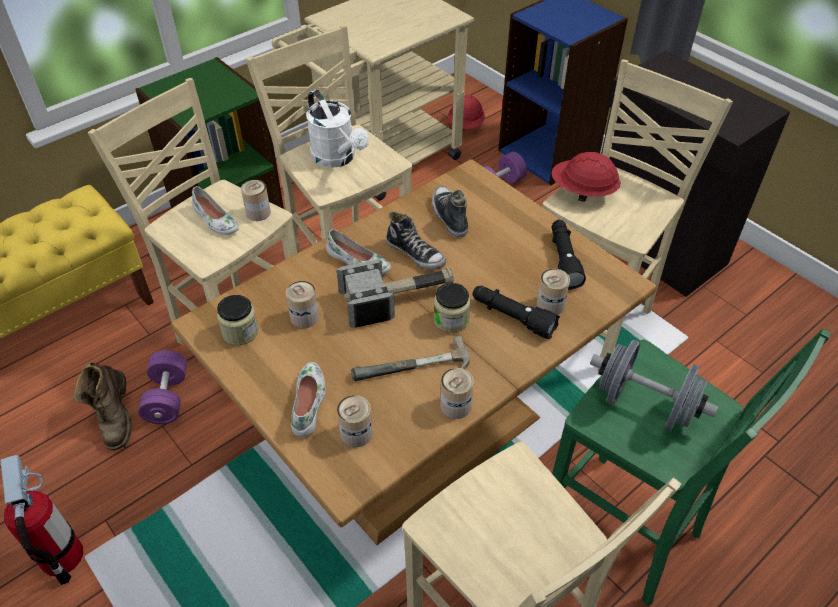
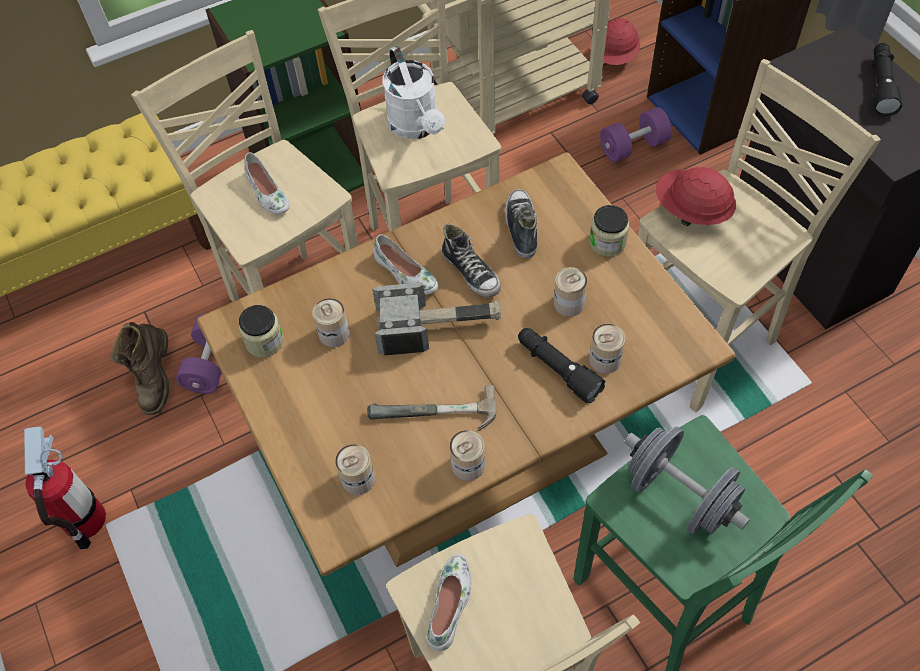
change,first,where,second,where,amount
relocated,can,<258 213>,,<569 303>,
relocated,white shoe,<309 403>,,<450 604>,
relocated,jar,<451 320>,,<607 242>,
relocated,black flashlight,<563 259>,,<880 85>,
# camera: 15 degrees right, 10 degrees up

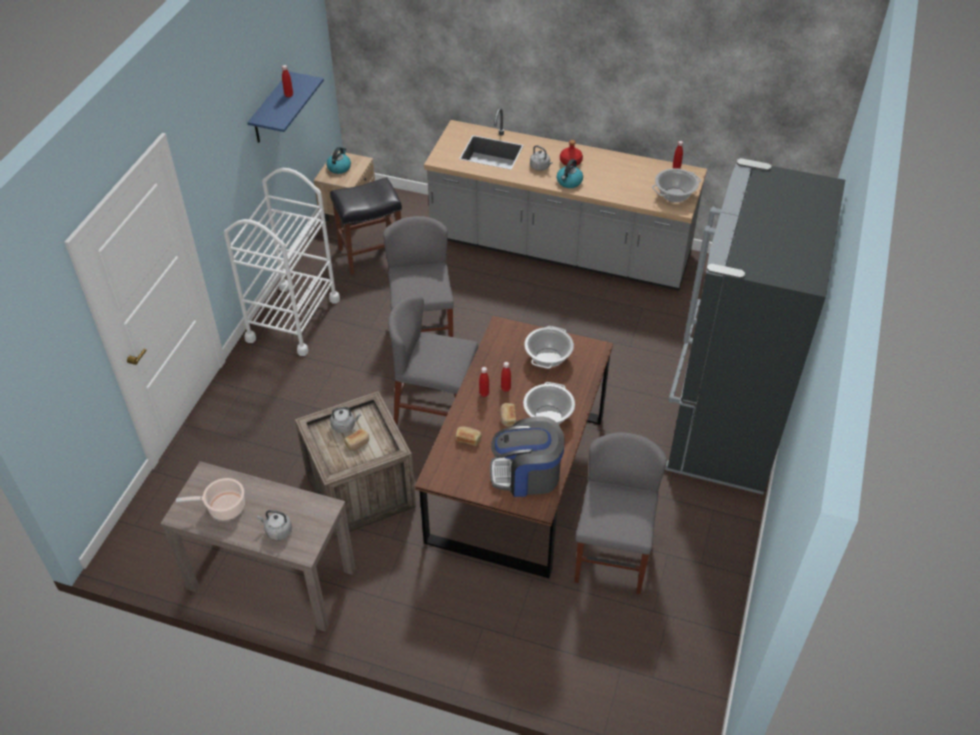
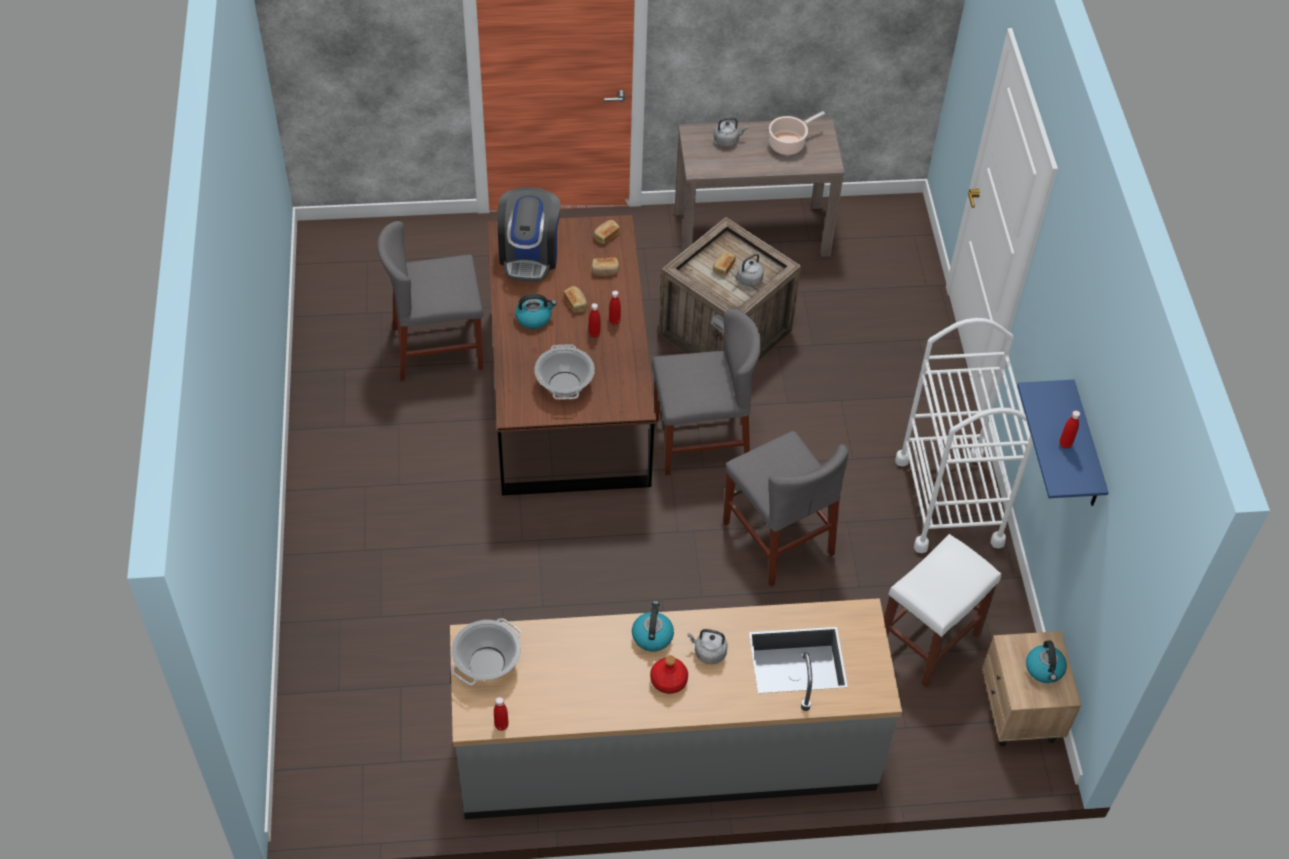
change,first,where,second,where,amount
missing,black fridge,<722 426>,,,
appeared,,,bread,<606 235>,
exchanged,cooking pot,<548 416>,kettle,<534 318>,
colour,black stool,<372 253>,white stool,<928 642>,
spun,coffee machine,<527 474>,,<529 255>,120 degrees clockwise
spun,grey chair,<612 556>,,<438 348>,90 degrees clockwise
# camera: 155 degrees right, 5 degrees up

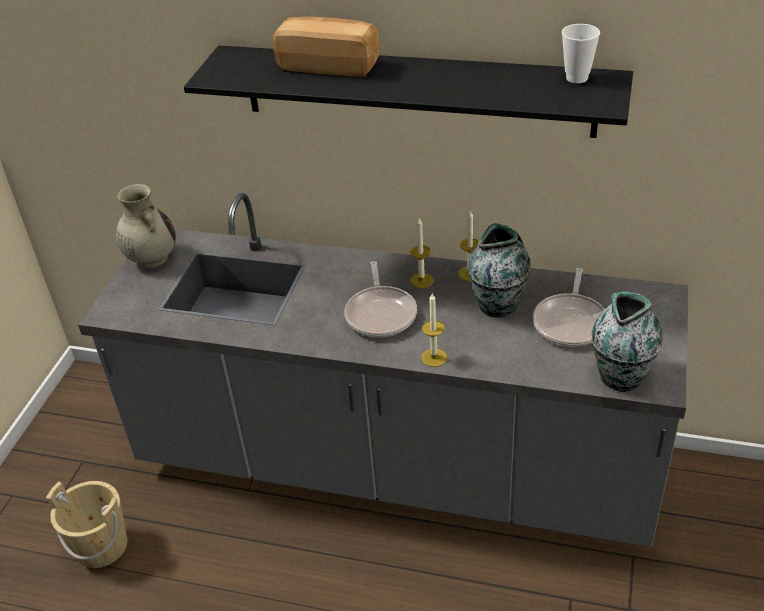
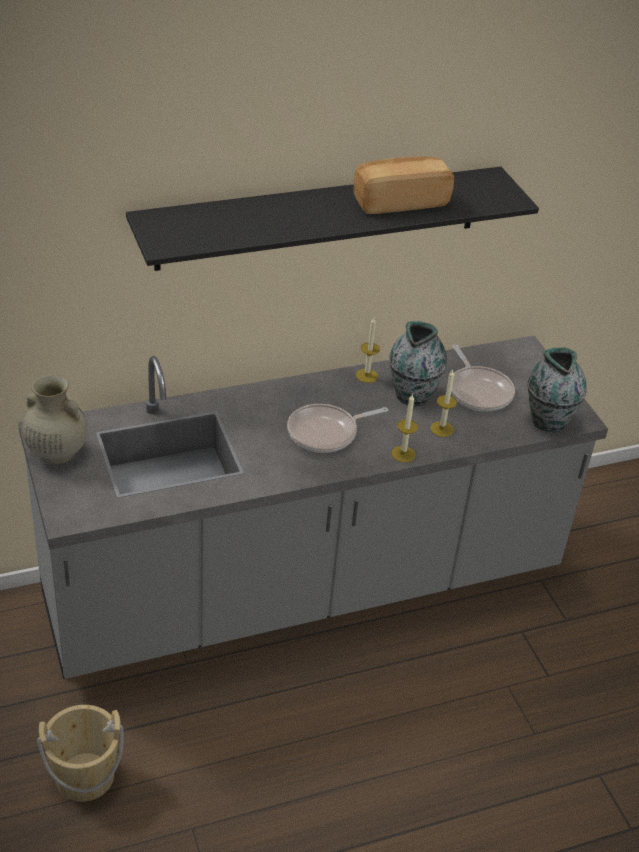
change,first,where,second,where,amount
missing,cup,<577 78>,,,
relocated,bread,<329 65>,,<400 201>,
relocated,candle,<421 280>,,<442 429>,
spun,frying pan,<381 313>,,<326 433>,105 degrees clockwise
# camera: 40 degrees left, 0 degrees up

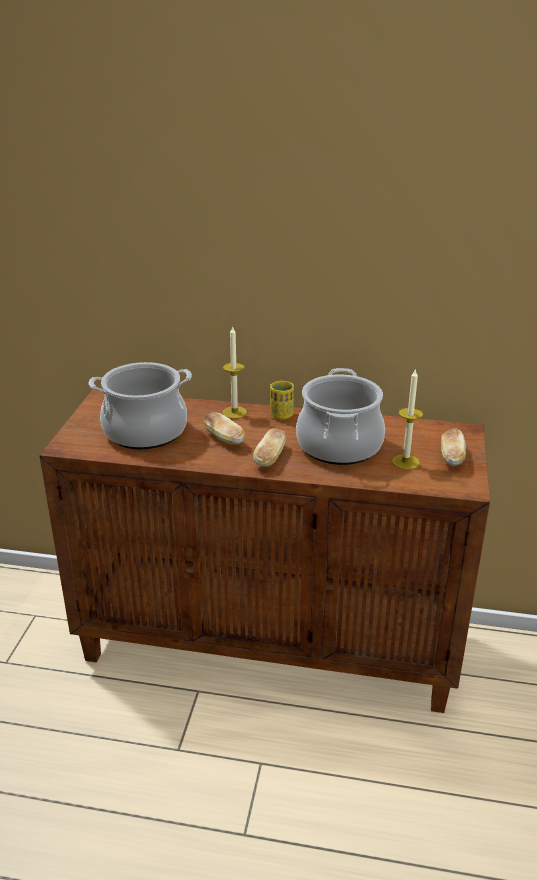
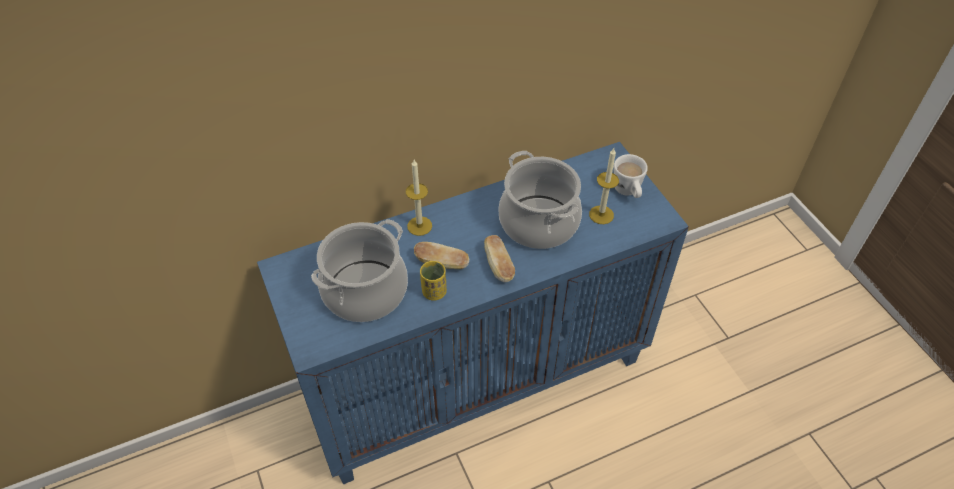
change,first,where,second,where,amount
relocated,yellow cup,<281 415>,,<434 292>,
exchanged,bread,<451 457>,white mug,<628 192>,
colour,brown cabinet,<271 645>,blue cabinet,<477 378>,
# camera: 35 degrees left, 20 degrees up

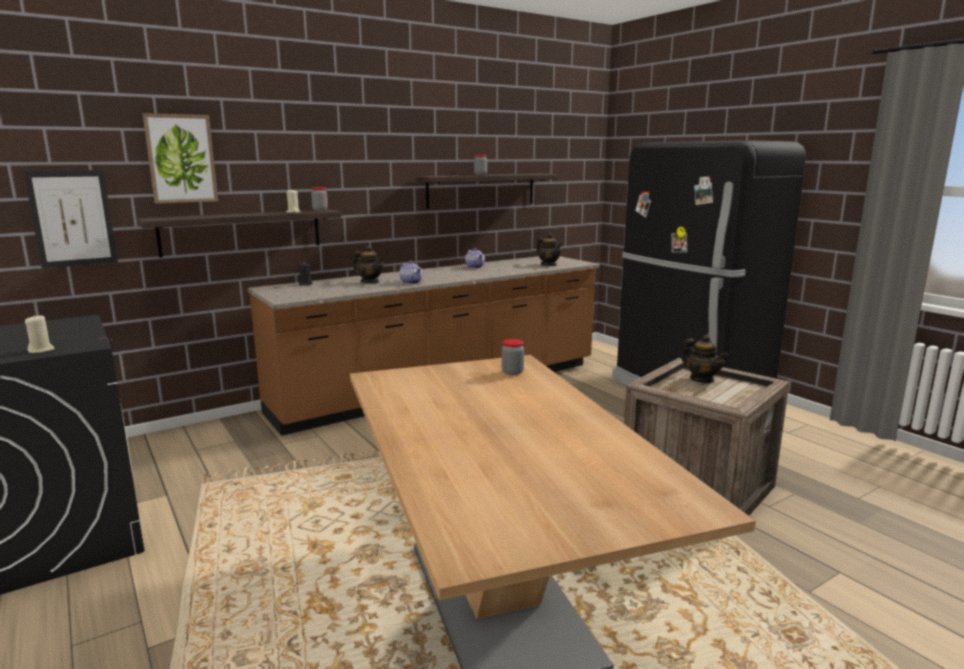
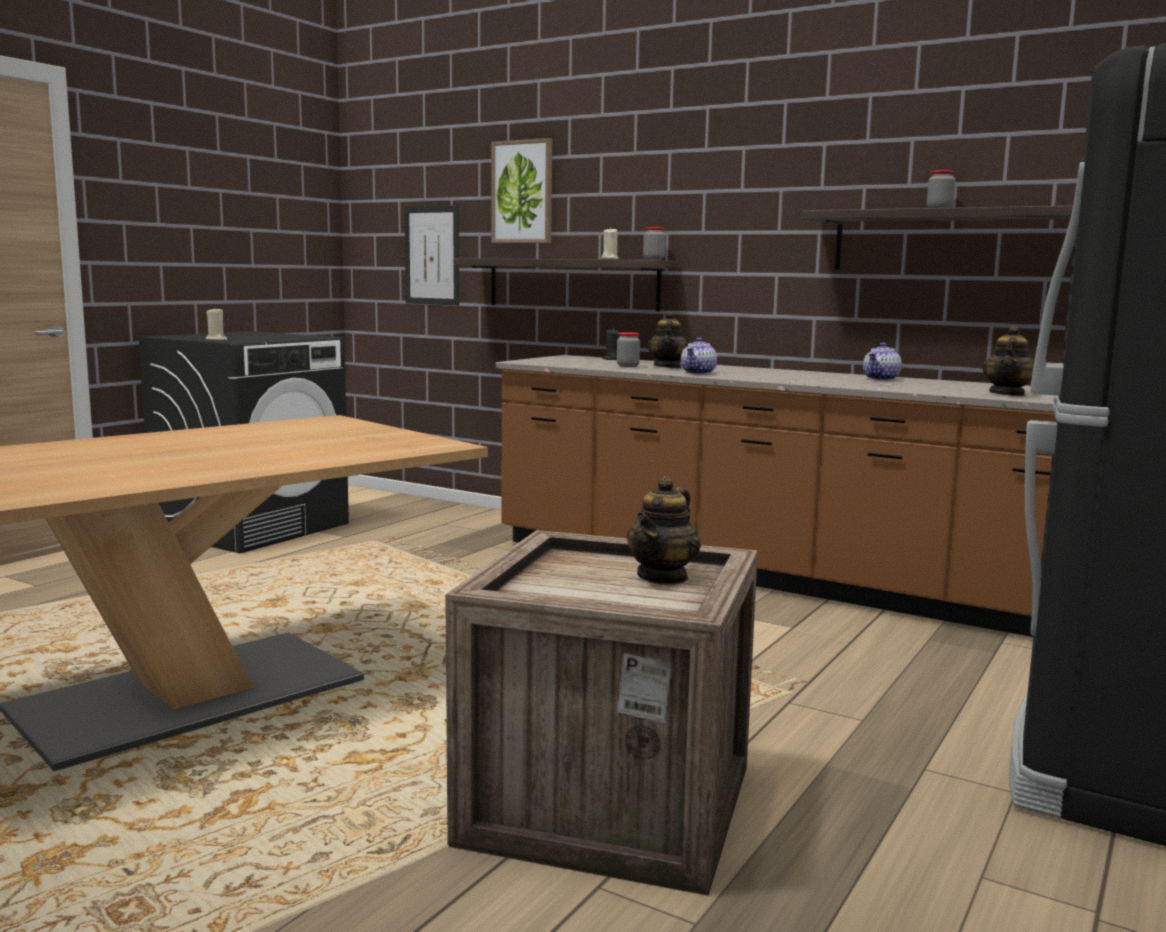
change,first,where,second,where,amount
relocated,jar,<512 372>,,<627 366>,
# camera: 65 degrees right, 5 degrees down

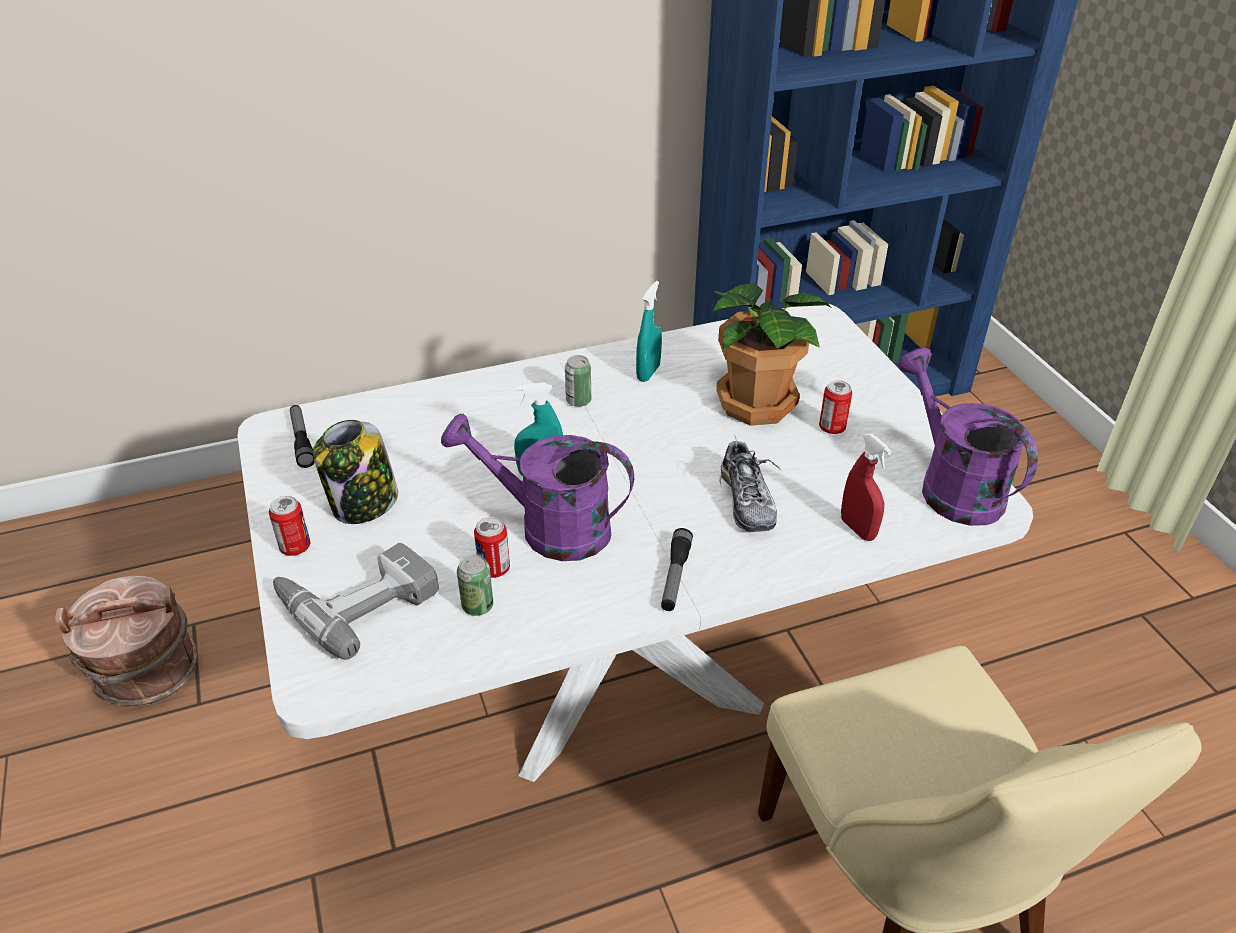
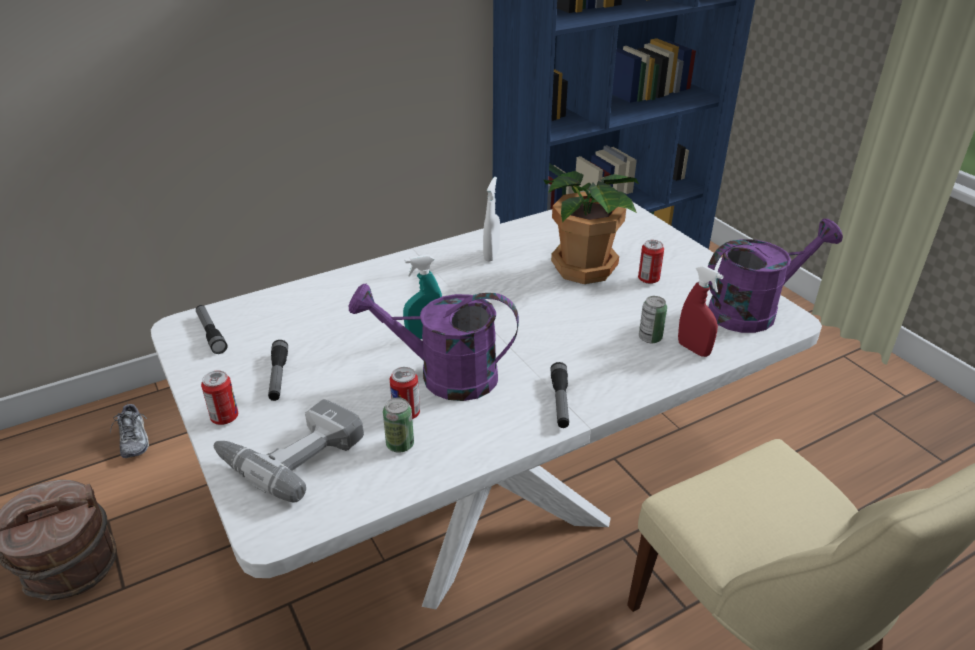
change,first,where,second,where,amount
relocated,can,<578 401>,,<650 338>,
relocated,shoe,<746 501>,,<134 439>,
exchanged,jar,<363 504>,flashlight,<278 376>,
colour,turquoise spray bottle,<648 373>,white spray bottle,<491 255>,
spun,purple watering can,<951 486>,,<753 310>,105 degrees clockwise
# camera: 10 degrees left, 5 degrees down

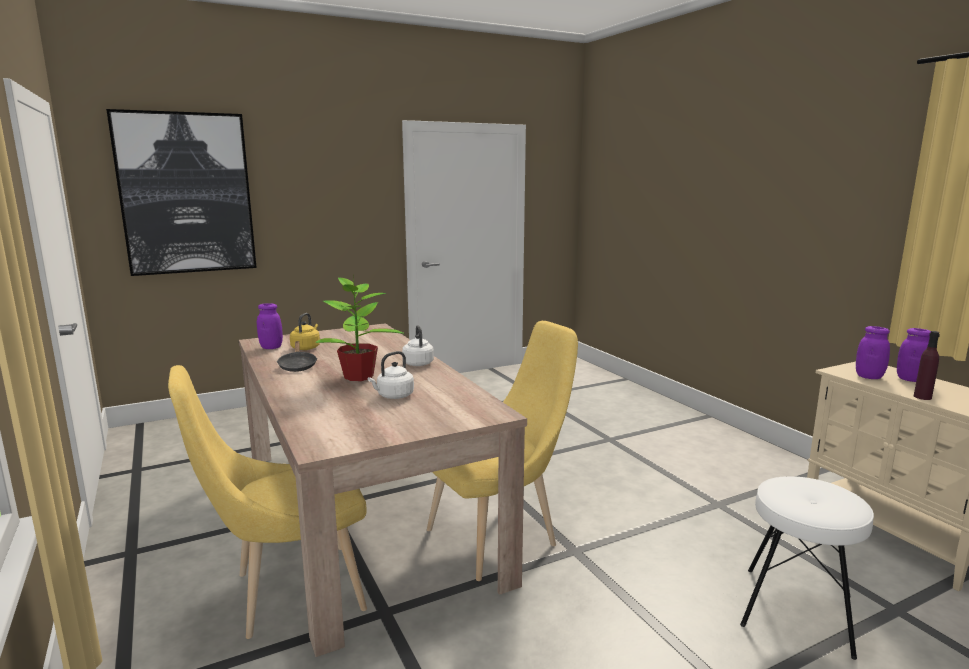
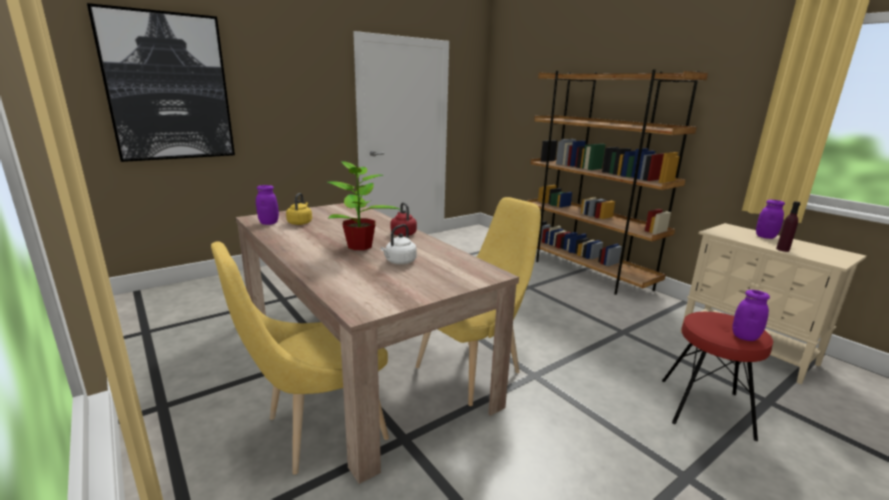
change,first,where,second,where,amount
missing,black frying pan,<297 366>,,,
appeared,,,brown bookcase,<585 272>,
relocated,purple jar,<869 377>,,<745 337>,
colour,white kettle,<418 363>,red kettle,<403 233>,
colour,white stool,<797 610>,red stool,<705 408>,
# camera: 10 degrees left, 5 degrees up

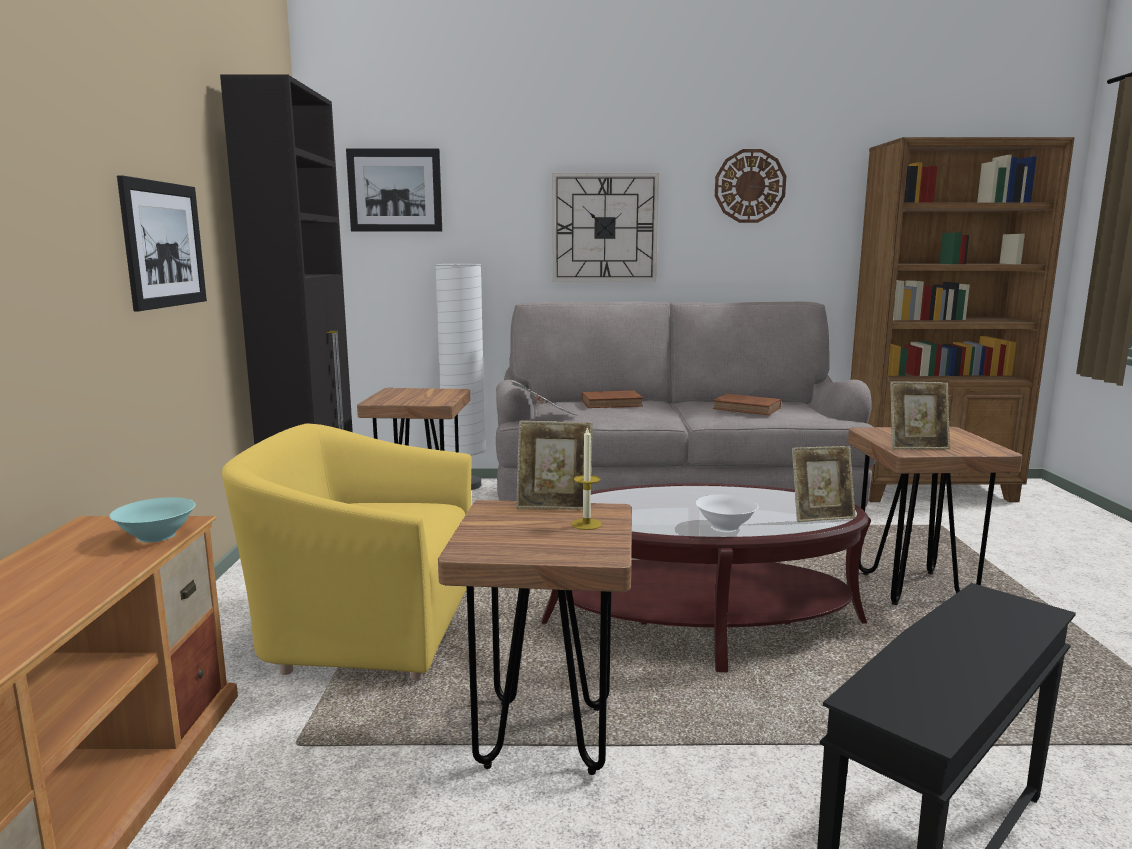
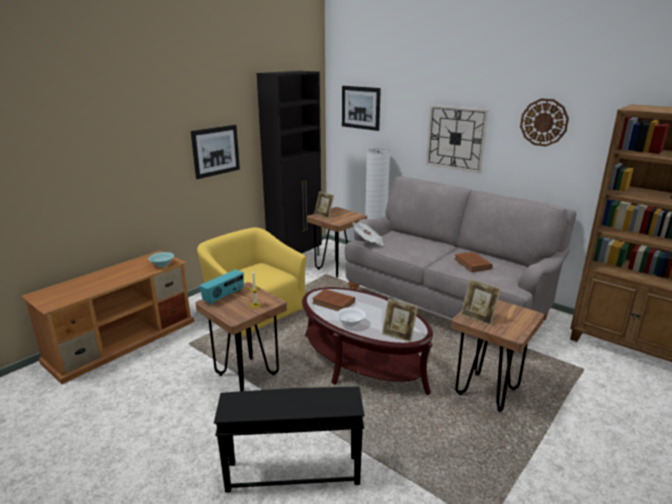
change,first,where,second,where,amount
appeared,,,radio,<224 296>,
relocated,picture frame,<554 505>,,<324 215>,
relocated,brown book,<613 403>,,<334 303>,
# camera: 40 degrees right, 10 degrees up

